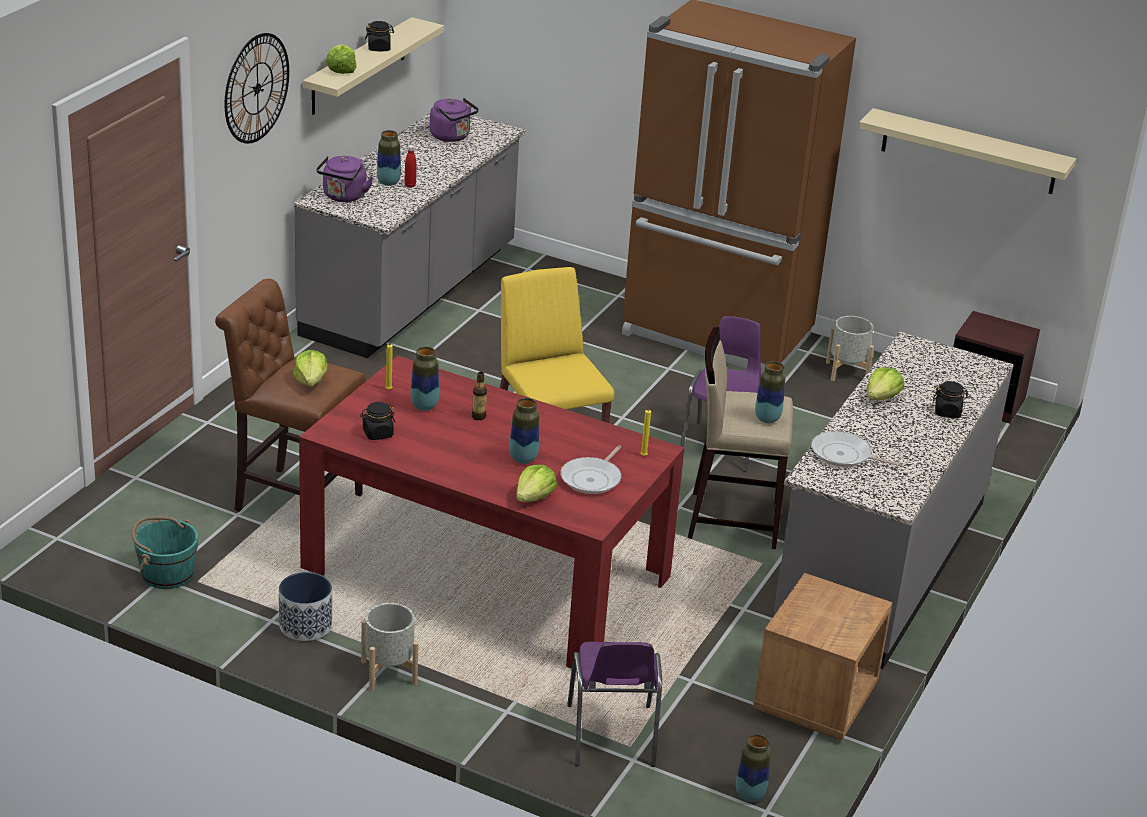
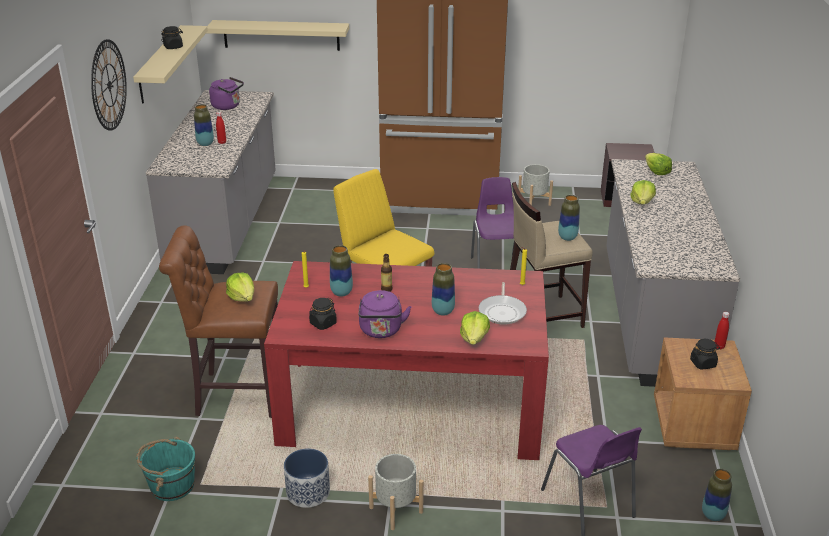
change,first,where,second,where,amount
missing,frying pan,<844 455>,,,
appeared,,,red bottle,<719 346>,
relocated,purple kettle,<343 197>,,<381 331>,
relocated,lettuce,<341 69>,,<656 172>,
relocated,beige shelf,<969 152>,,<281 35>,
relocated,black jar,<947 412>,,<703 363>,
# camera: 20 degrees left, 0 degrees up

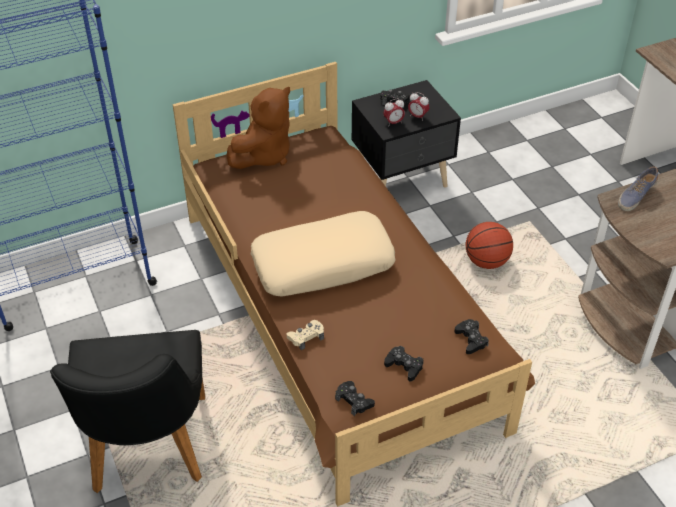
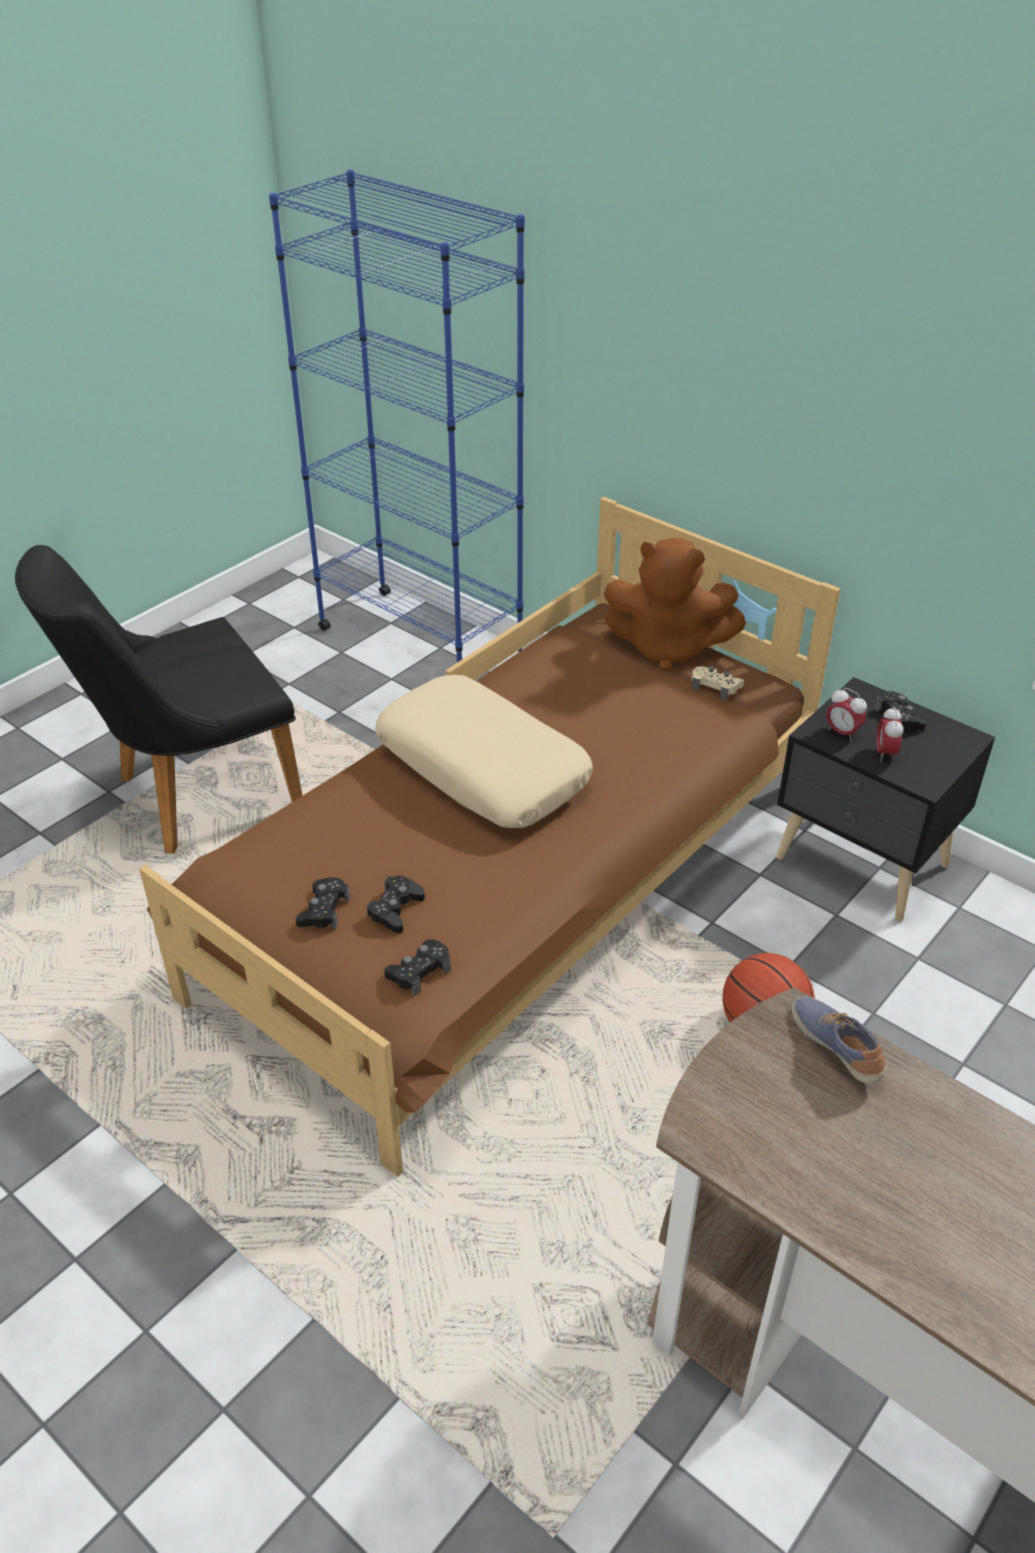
change,first,where,second,where,amount
relocated,beige game controller,<306 337>,,<715 687>,
relocated,black game controller,<354 401>,,<395 909>,
spun,shoe,<635 196>,,<837 1046>,45 degrees clockwise
# camera: 65 degrees right, 5 degrees down

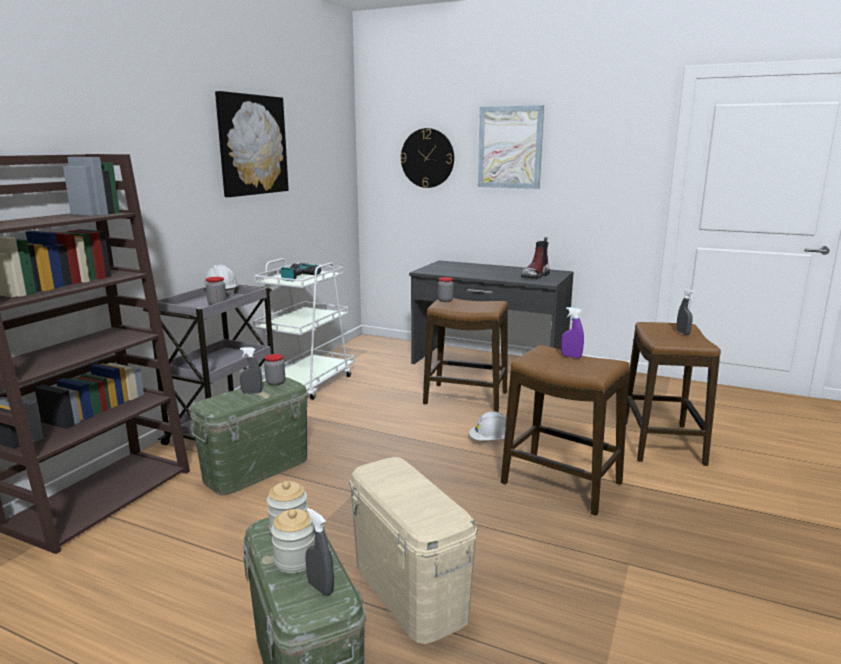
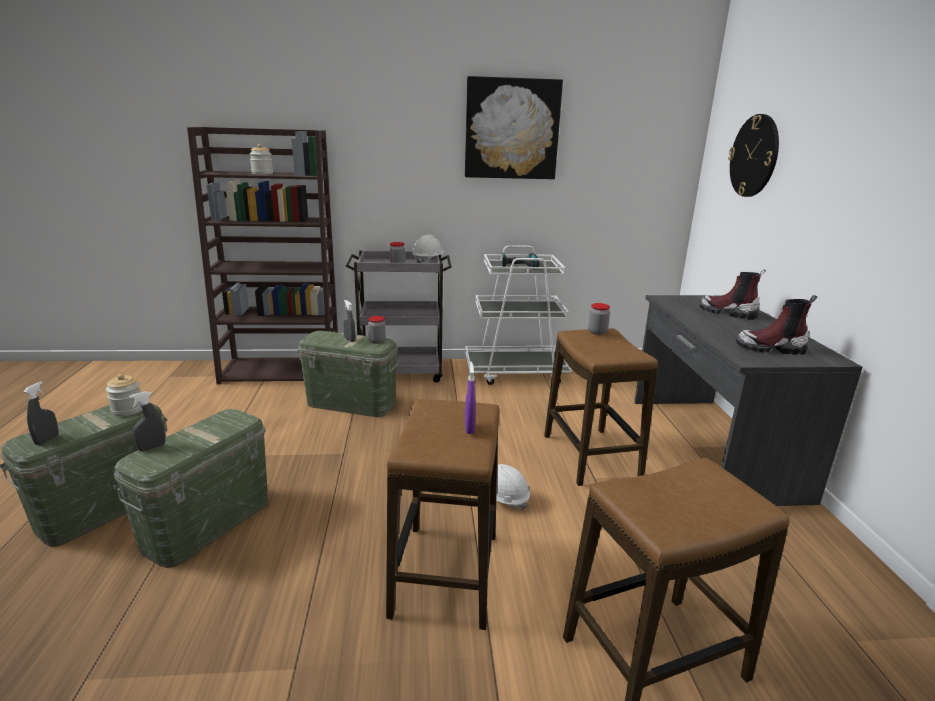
change,first,where,second,where,amount
missing,picture,<510 147>,,,
appeared,,,boot,<727 313>,
relocated,jar,<295 560>,,<262 173>,
relocated,grey spray bottle,<683 333>,,<152 448>,
colour,beige storage box,<409 590>,green storage box,<208 523>,
# camera: 60 degrees right, 5 degrees up

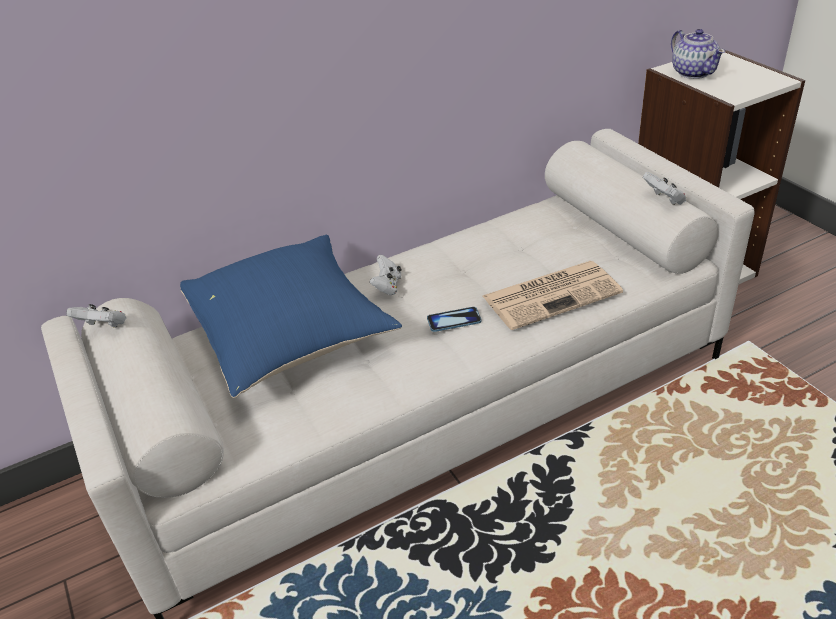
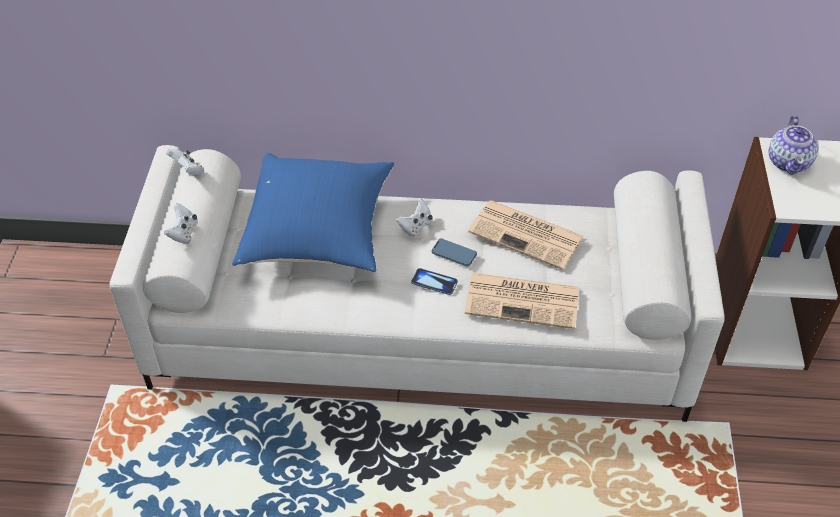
change,first,where,second,where,amount
appeared,,,phone,<454 254>,
appeared,,,newspaper,<527 235>,
relocated,white game controller,<664 200>,,<183 233>,
# camera: 30 degrees right, 10 degrees up

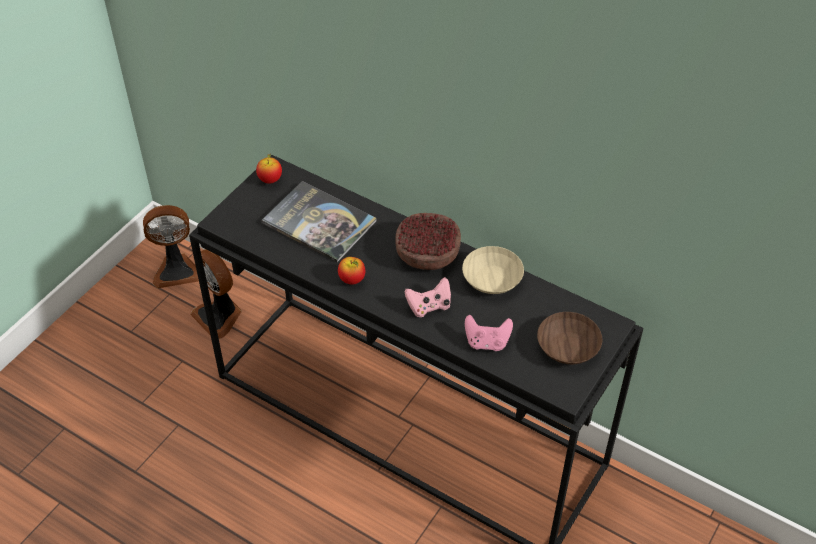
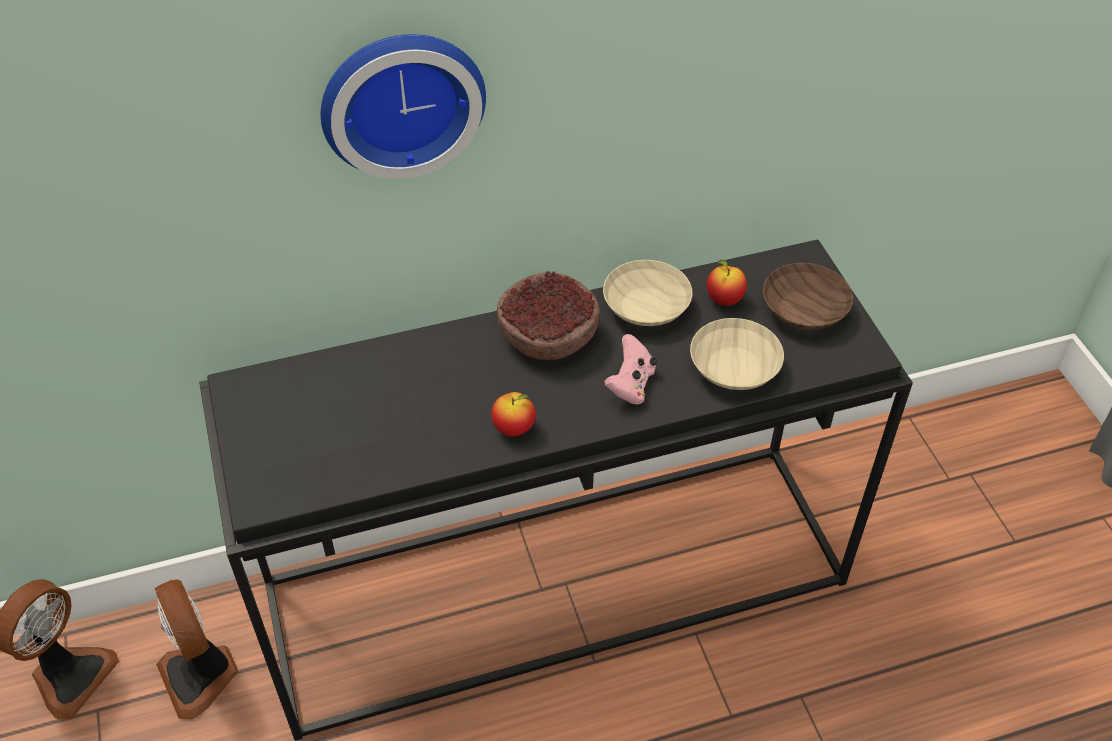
change,first,where,second,where,amount
missing,book,<319 222>,,,
appeared,,,wall clock,<401 99>,
relocated,apple,<270 180>,,<724 299>,
exchanged,pink game controller,<487 342>,beige bowl,<734 369>,
spun,fan,<219 316>,,<201 675>,60 degrees clockwise
# camera: 50 degrees left, 0 degrees up

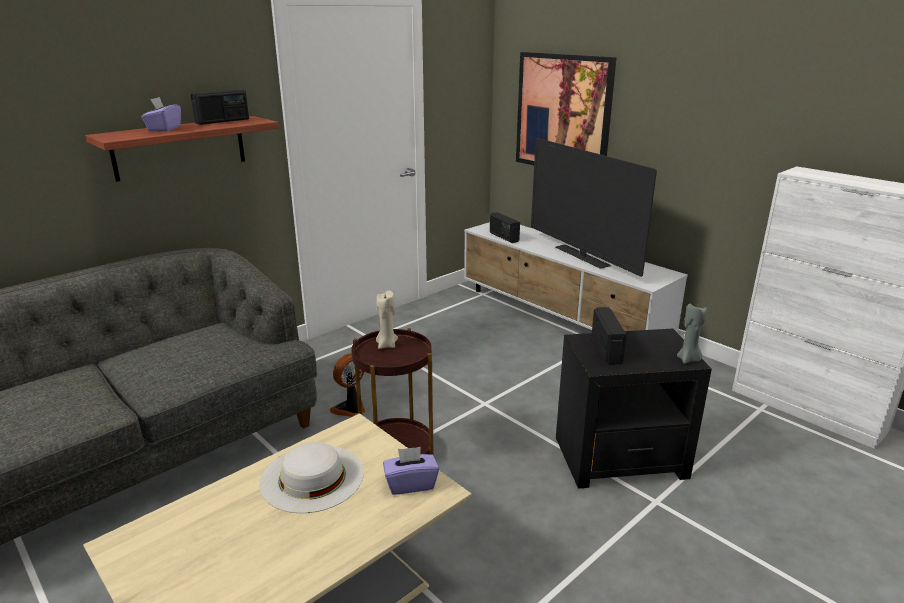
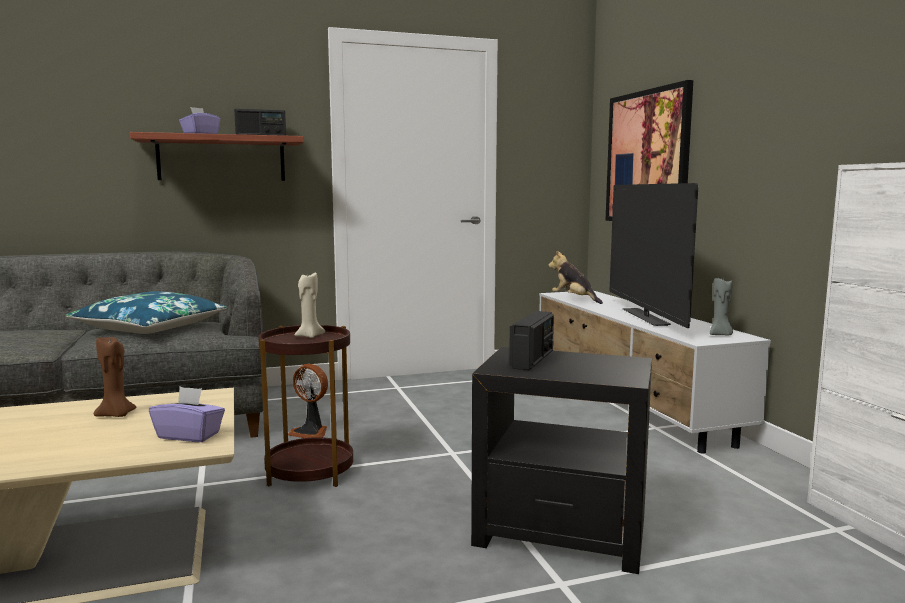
change,first,where,second,where,amount
appeared,,,blue pillow,<151 328>,
relocated,grey candle,<688 359>,,<720 335>,
exchanged,white hat,<312 477>,brown candle,<116 415>,
exchanged,radio,<503 237>,plush toy,<574 299>,
spun,fan,<351 409>,,<311 432>,135 degrees counterclockwise
# camera: 25 degrees right, 15 degrees down

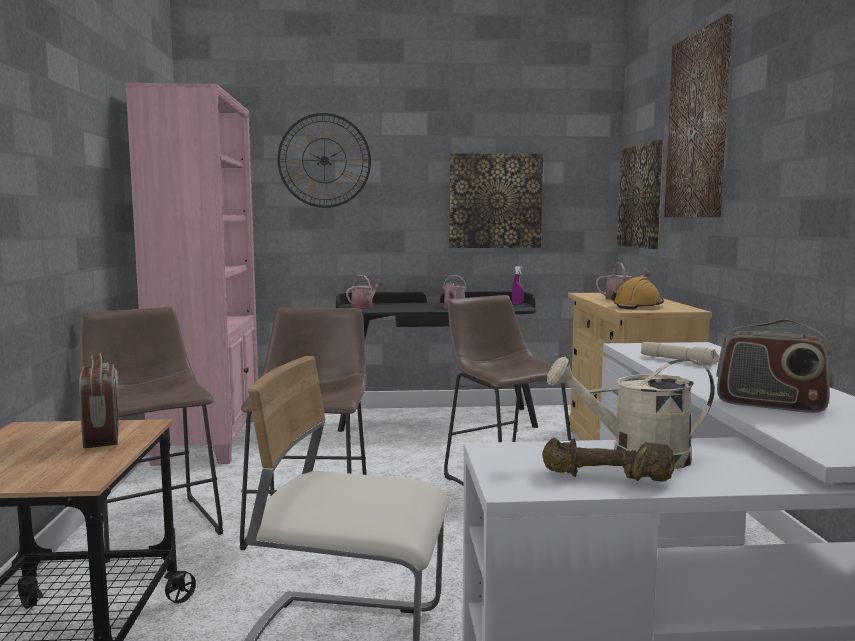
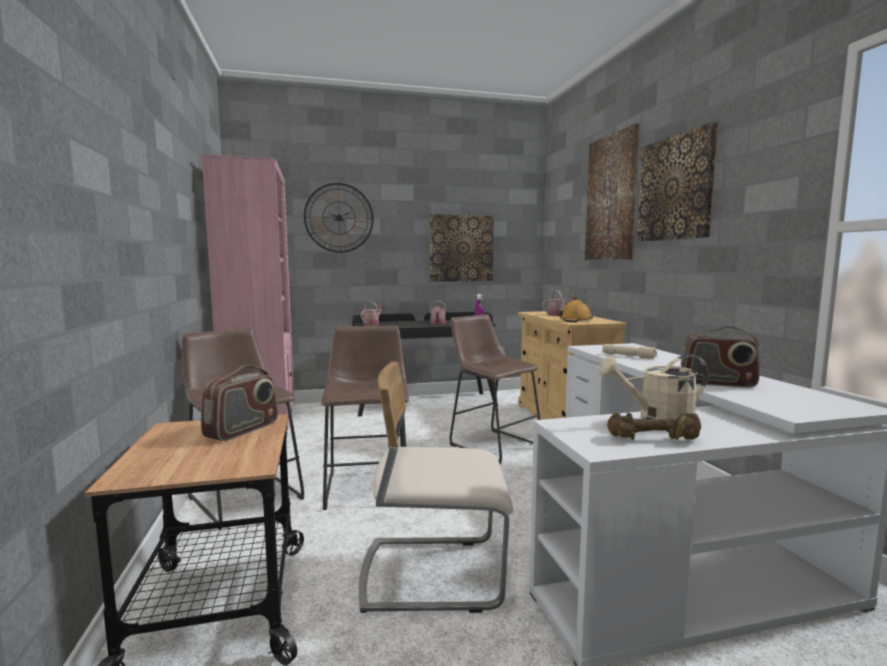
change,first,where,second,where,amount
relocated,picture,<641 196>,,<676 188>,
spun,radio,<103 436>,,<242 430>,60 degrees clockwise
# camera: 10 degrees left, 0 degrees up

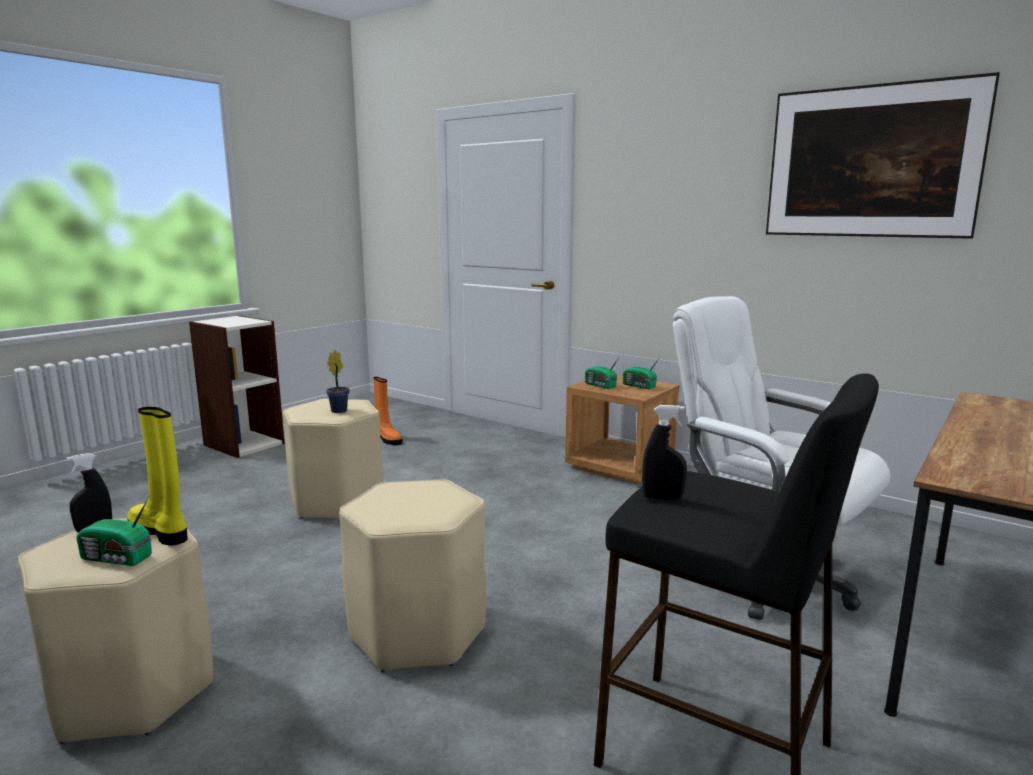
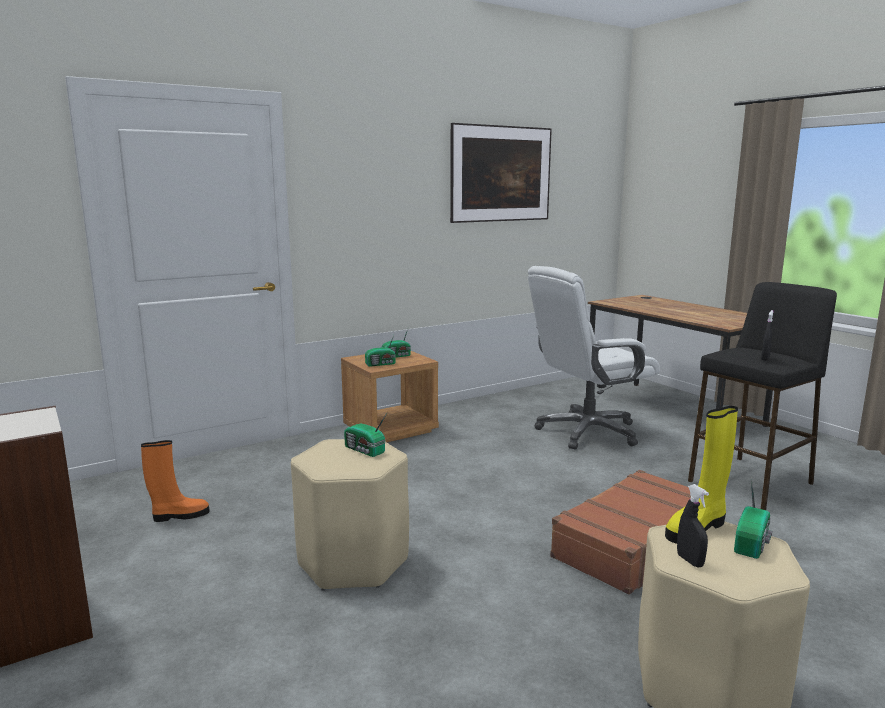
change,first,where,second,where,amount
exchanged,potted plant,<340 410>,radio,<364 450>,
exchanged,beige stool,<417 633>,brown suitcase,<631 544>,
# camera: 70 degrees left, 0 degrees up

